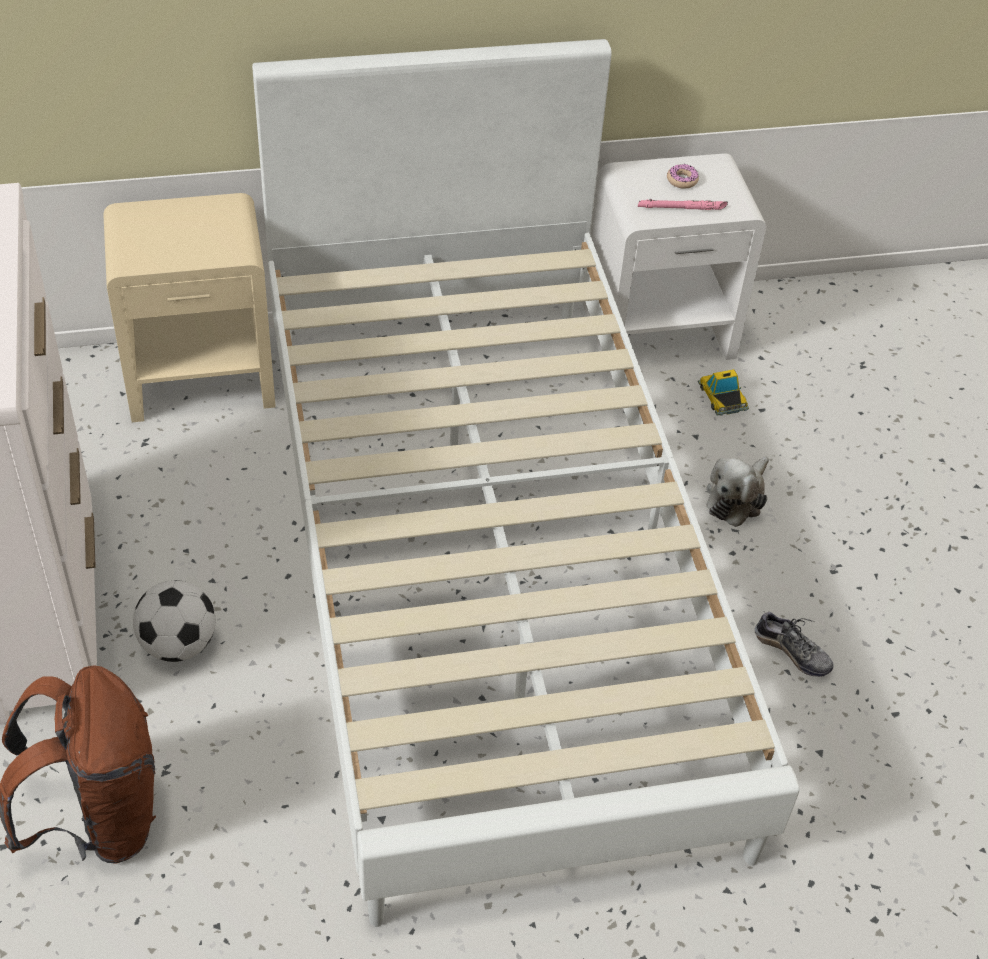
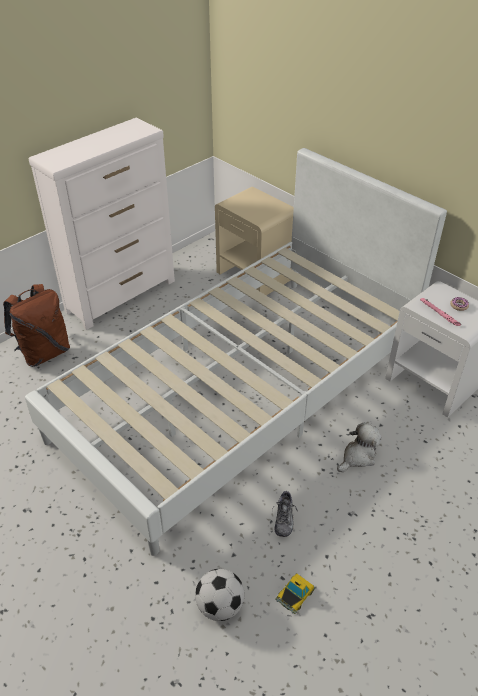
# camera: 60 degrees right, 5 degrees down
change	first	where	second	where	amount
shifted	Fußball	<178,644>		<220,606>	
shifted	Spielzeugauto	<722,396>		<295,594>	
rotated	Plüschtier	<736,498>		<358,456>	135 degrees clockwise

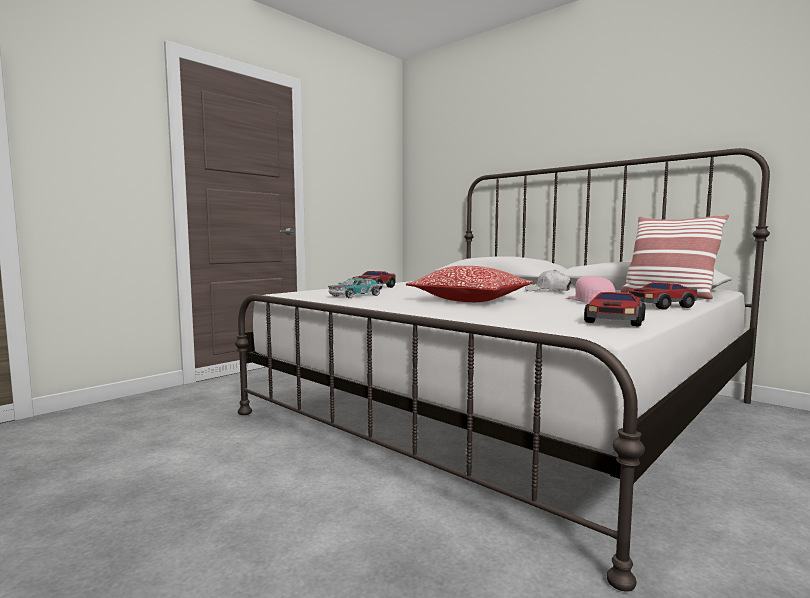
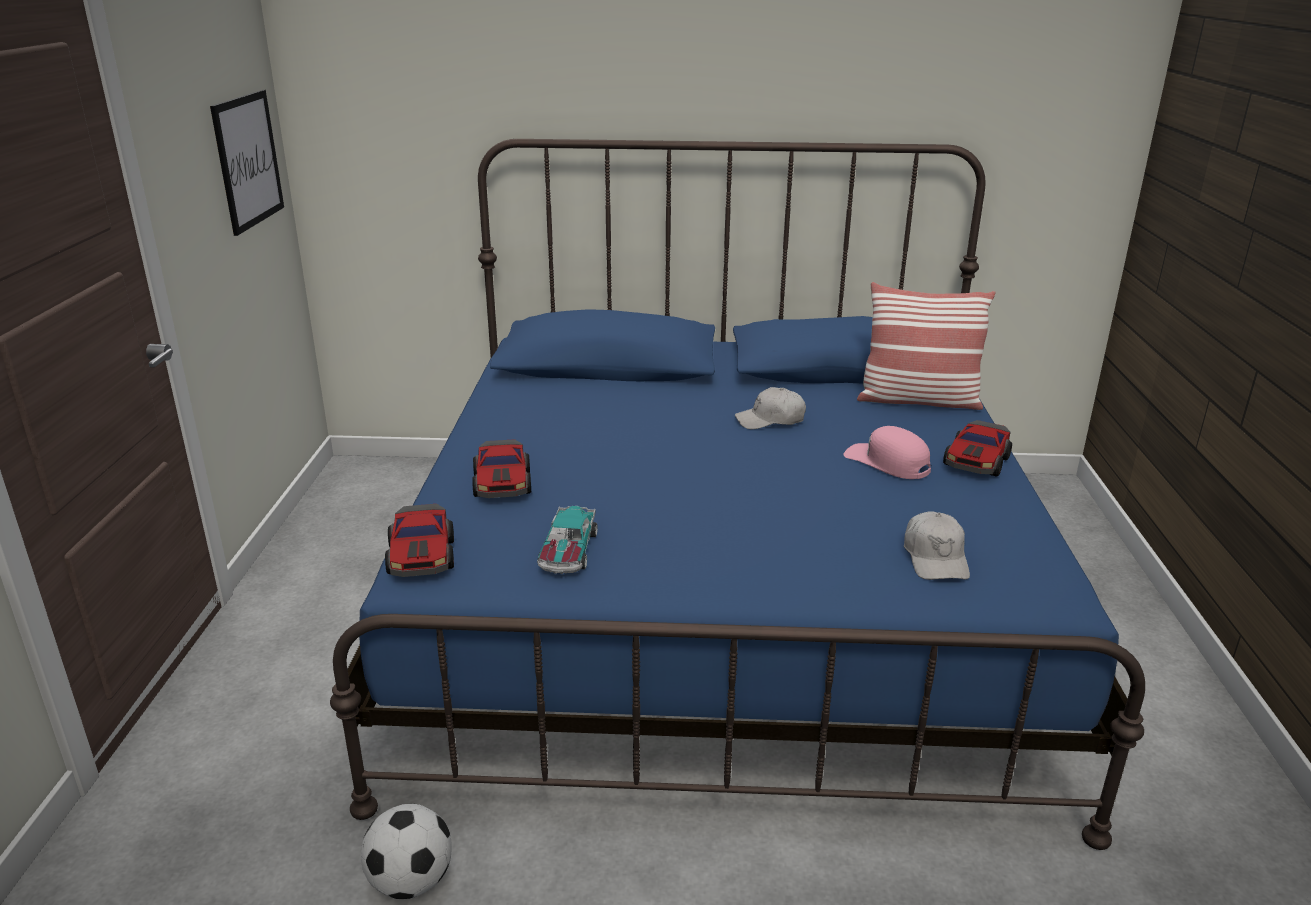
# camera: 40 degrees left, 20 degrees up
change	first	where	second	where	amount
gone	Kissen	<470,300>			
new			Bild	<248,160>	
new			Fußball	<410,881>	
new			Kappe [weiß]	<935,558>	
shifted	Spielzeugauto	<615,321>		<422,555>	
repainted	Bett [weiß]	<504,408>	Bett [blau]	<720,603>	

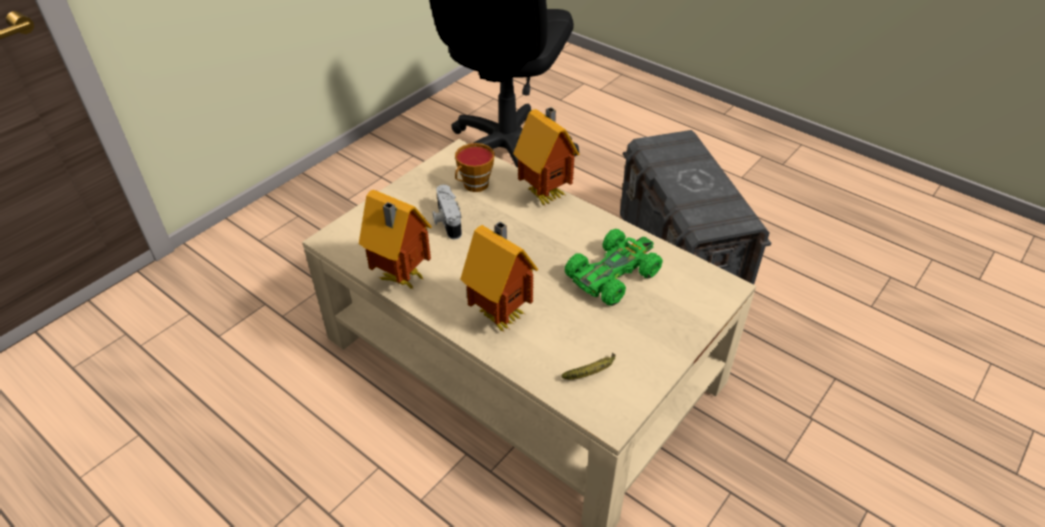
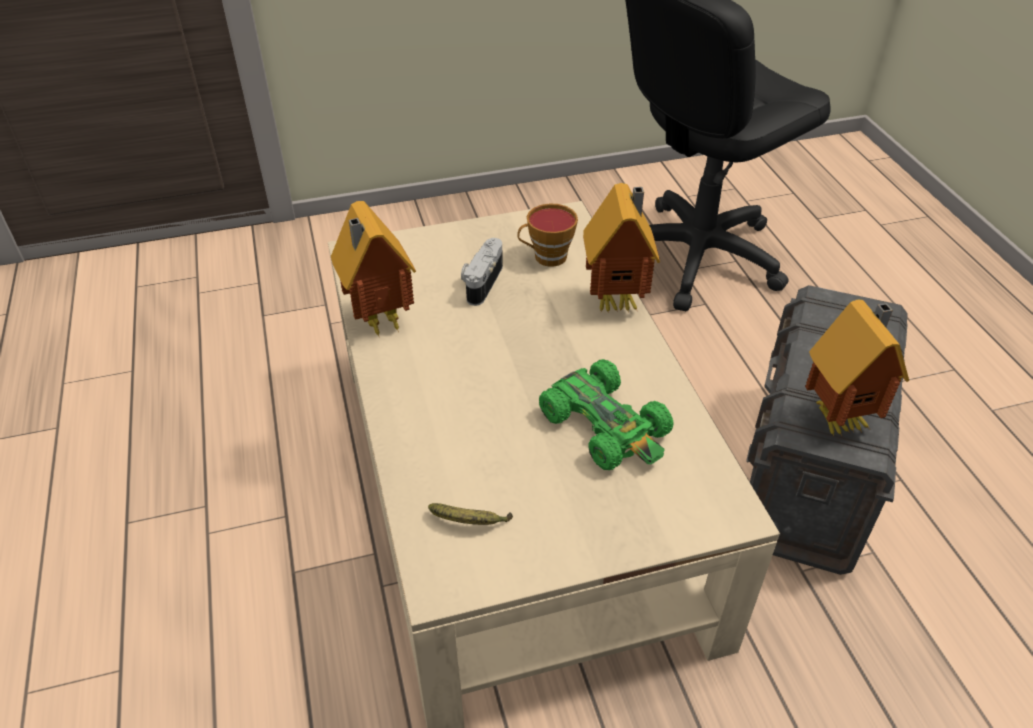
# camera: 35 degrees right, 0 degrees up
change	first	where	second	where	amount
shifted	Spielzeughaus	<502,315>		<841,418>	
rotated	Spielzeugauto [grün]	<613,274>		<606,426>	60 degrees clockwise

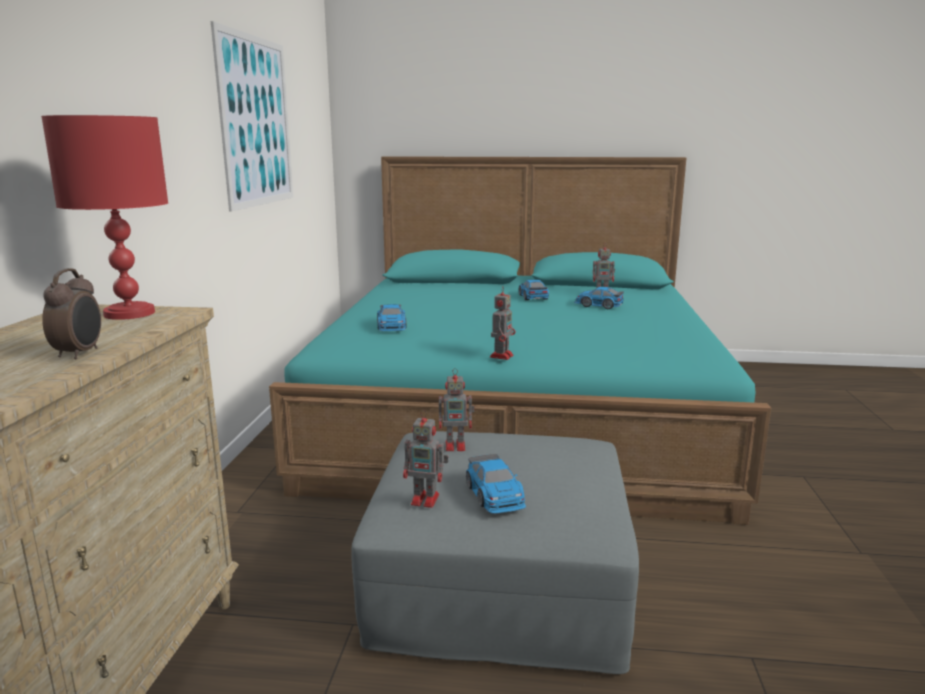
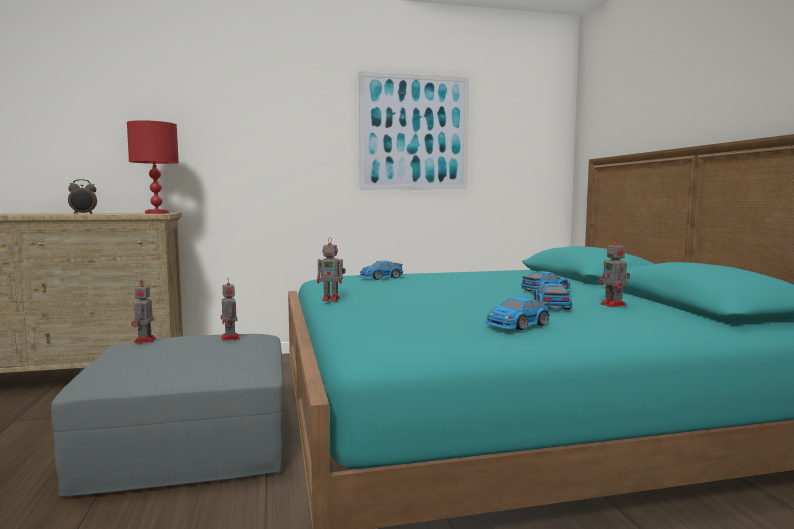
# camera: 70 degrees right, 10 degrees down
change	first	where	second	where	amount
shifted	Spielzeugauto	<494,495>		<517,325>	

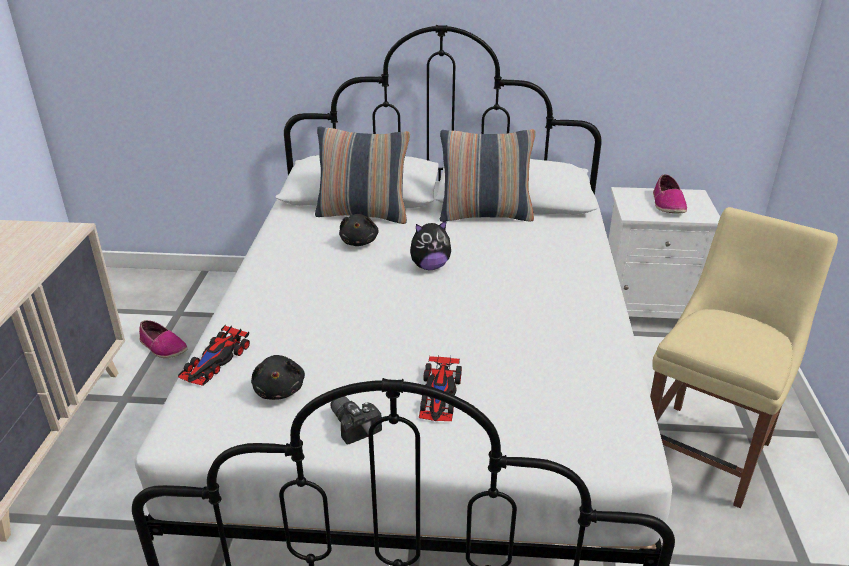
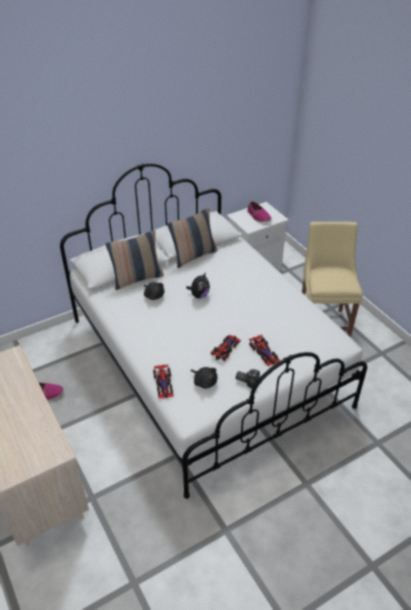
# camera: 35 degrees left, 10 degrees up
change	first	where	second	where	amount
new			Spielzeugauto	<226,348>	

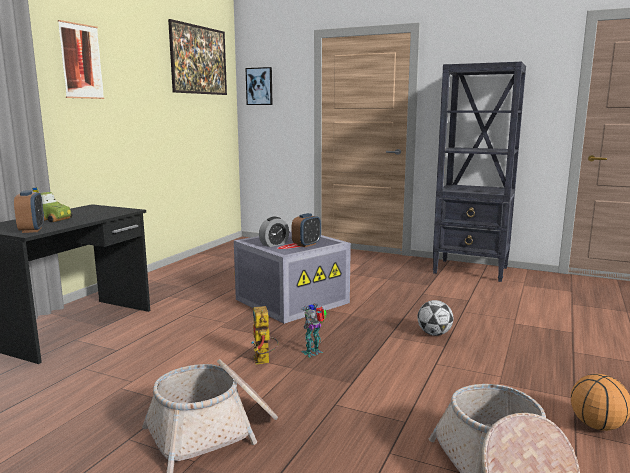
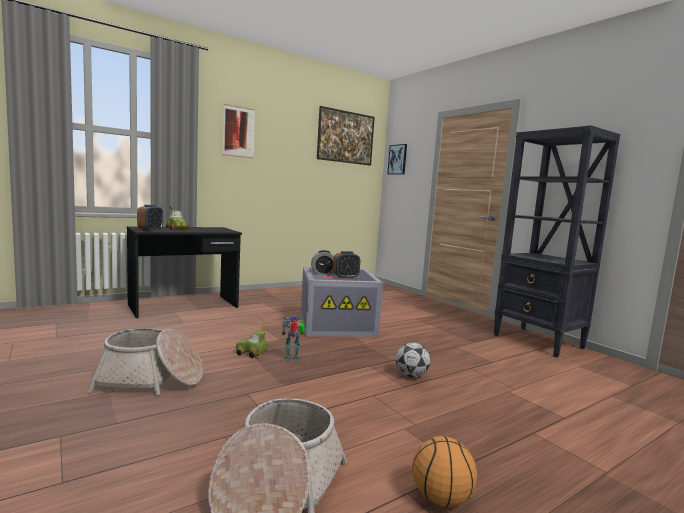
# camera: 30 degrees right, 5 degrees down
change	first	where	second	where	amount
swapped	Spielzeugroboter	<264,361>	Spielzeugauto	<251,353>	

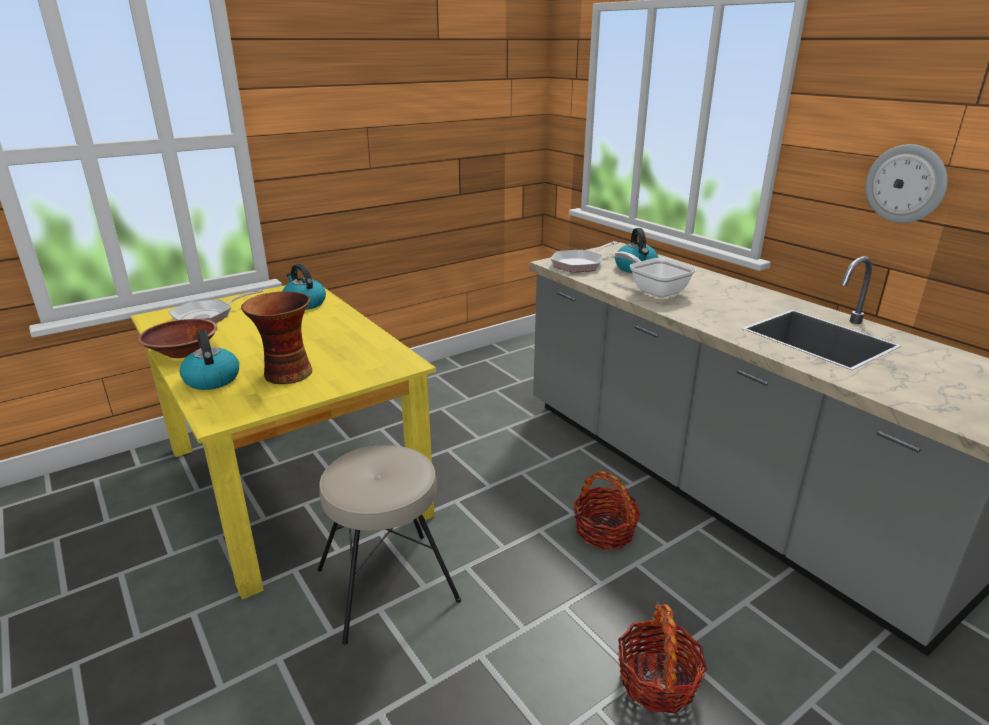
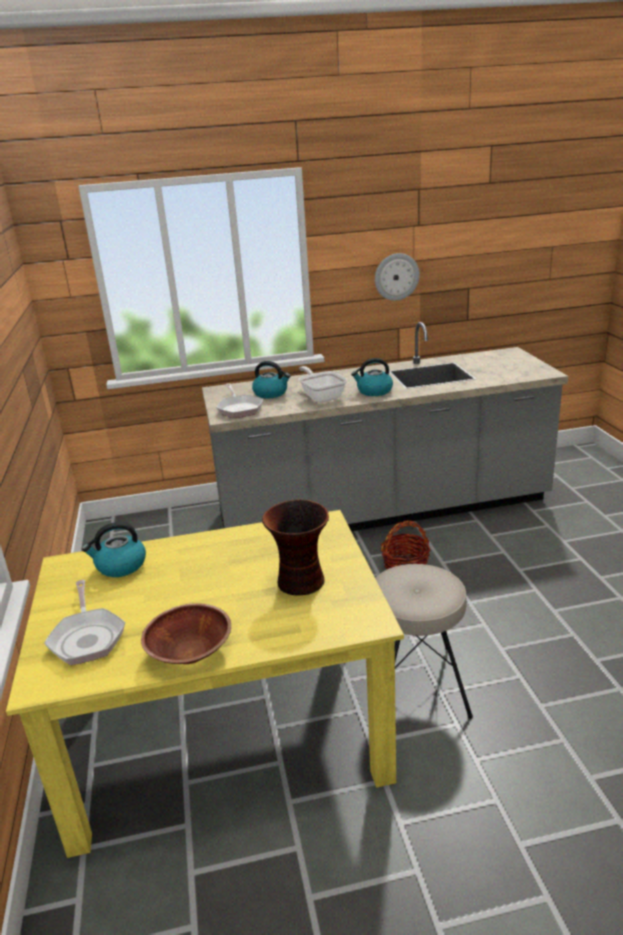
# camera: 65 degrees left, 0 degrees up
change	first	where	second	where	amount
gone	Korb	<657,681>			
shifted	Wasserkessel	<211,379>		<374,391>	
rotated	Pfanne	<654,290>		<321,396>	75 degrees clockwise

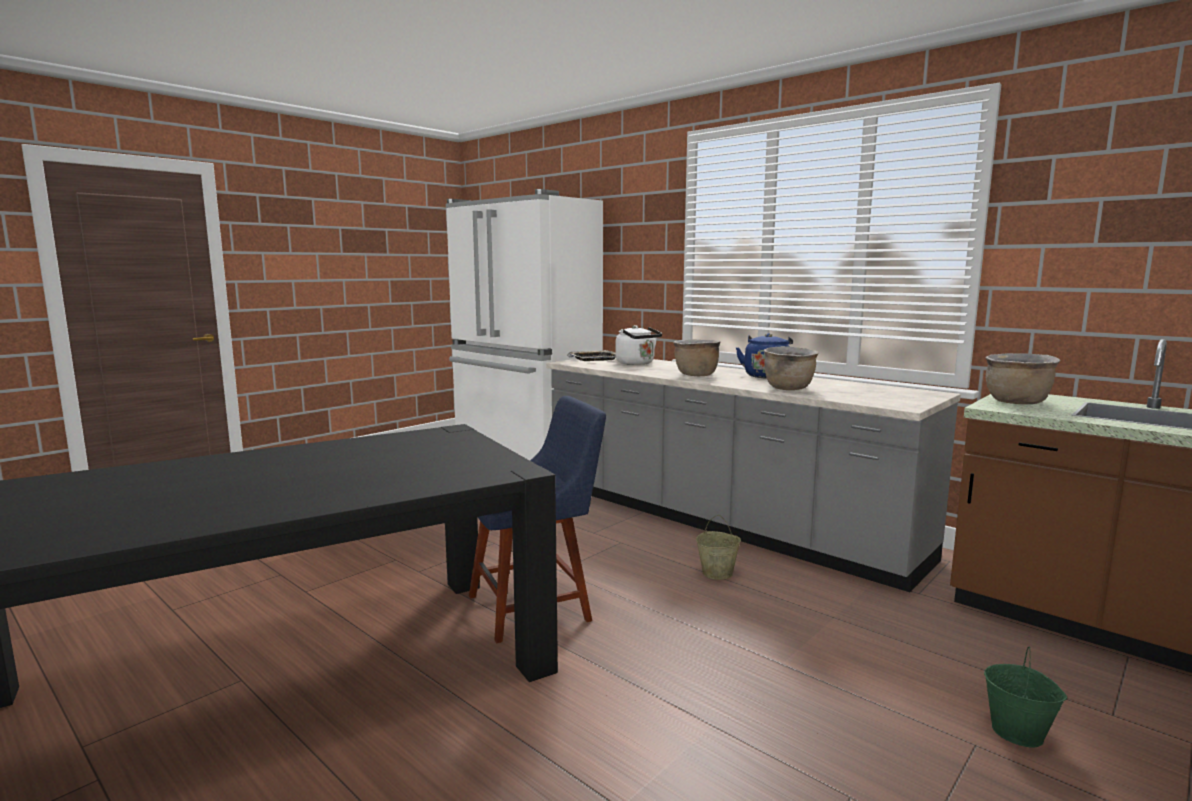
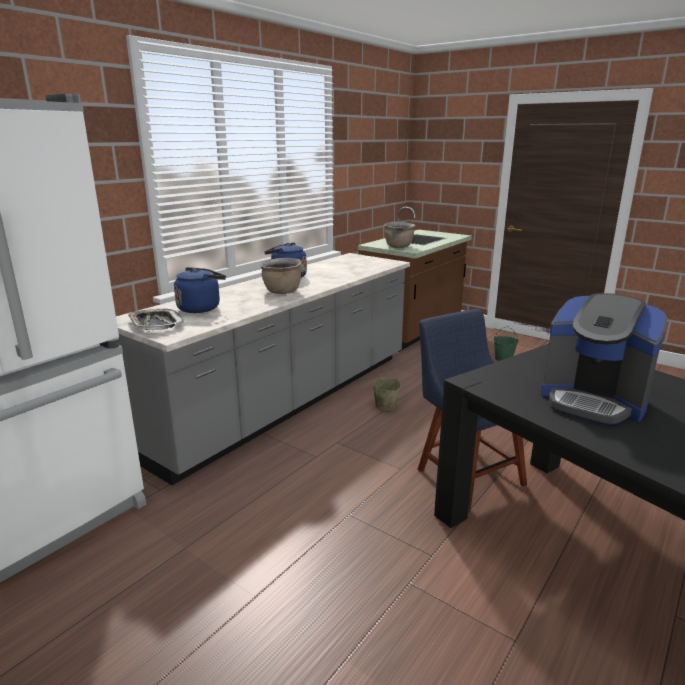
# camera: 95 degrees left, 10 degrees up
change	first	where	second	where	amount
gone	Kochtopf [braun]	<789,388>			
new			Kaffeemaschine	<593,400>	
repainted	Wasserkessel [weiß]	<637,363>	Wasserkessel [blau]	<201,308>	

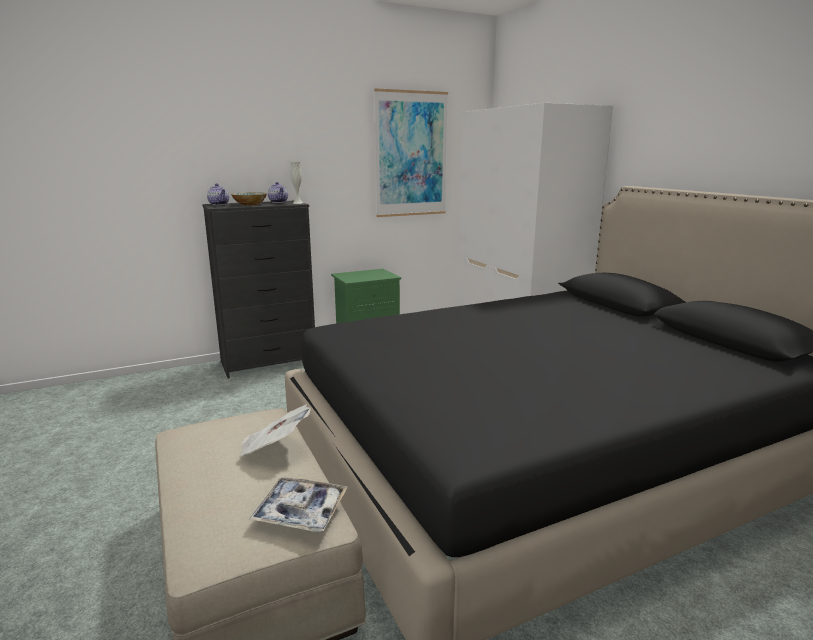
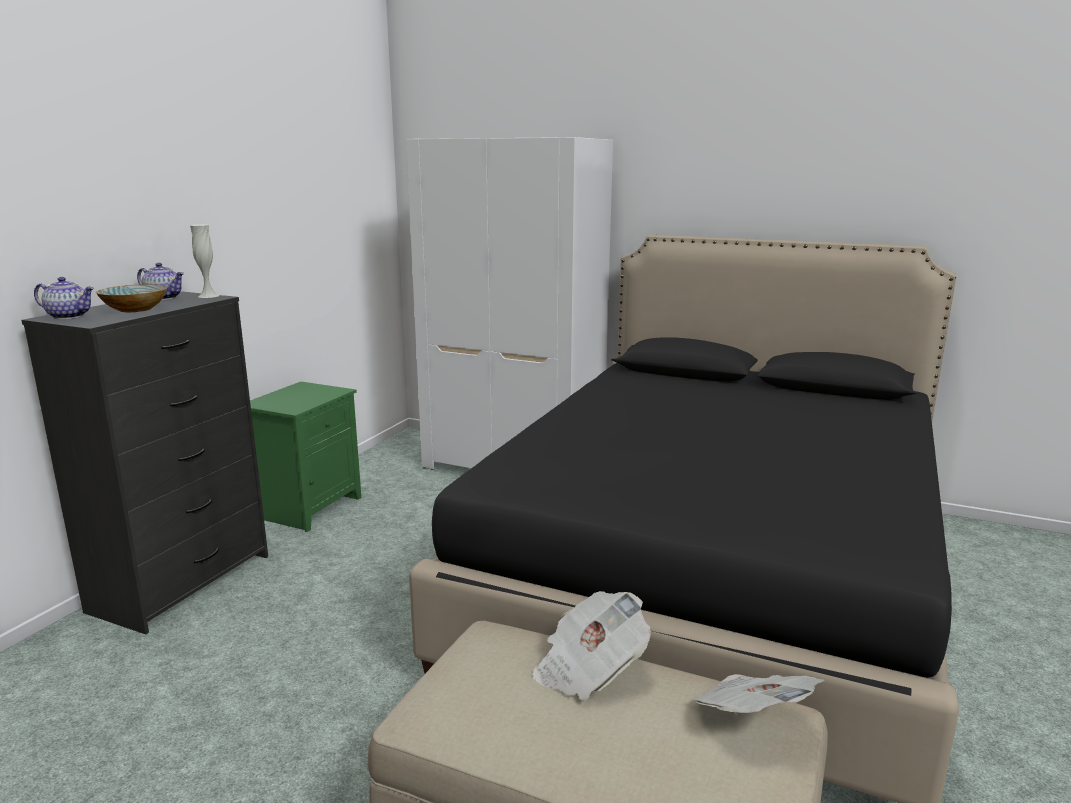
# camera: 40 degrees left, 0 degrees up
change	first	where	second	where	amount
gone	Bild	<411,154>			
swapped	Tablett	<300,511>	Zeitung	<752,717>	

